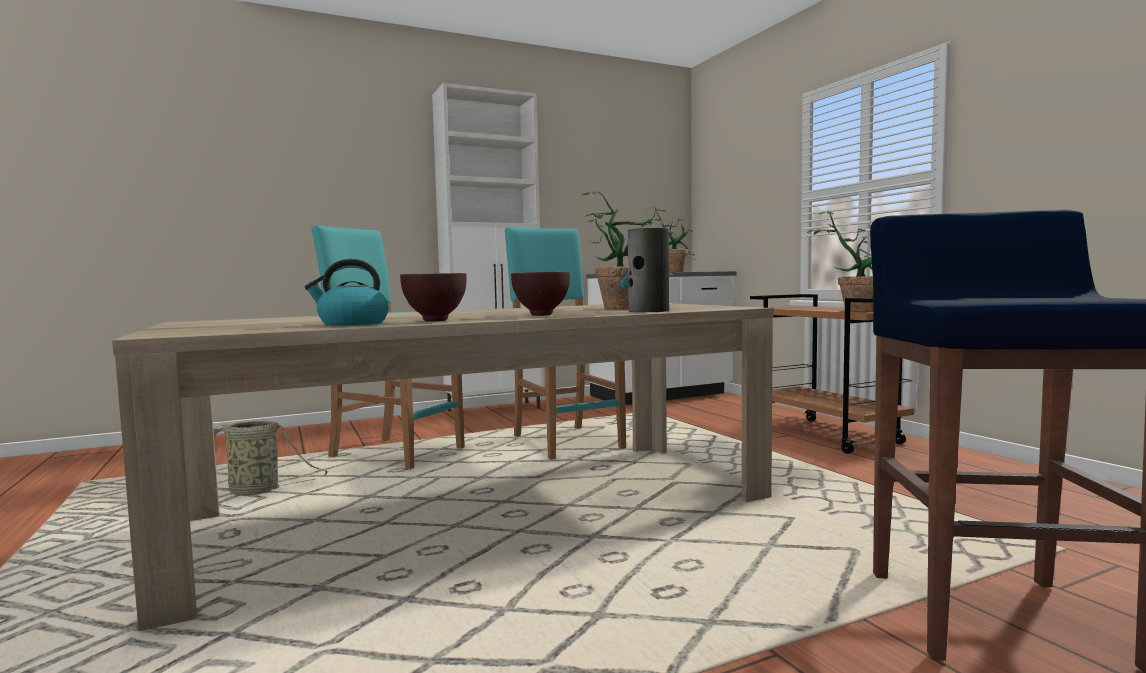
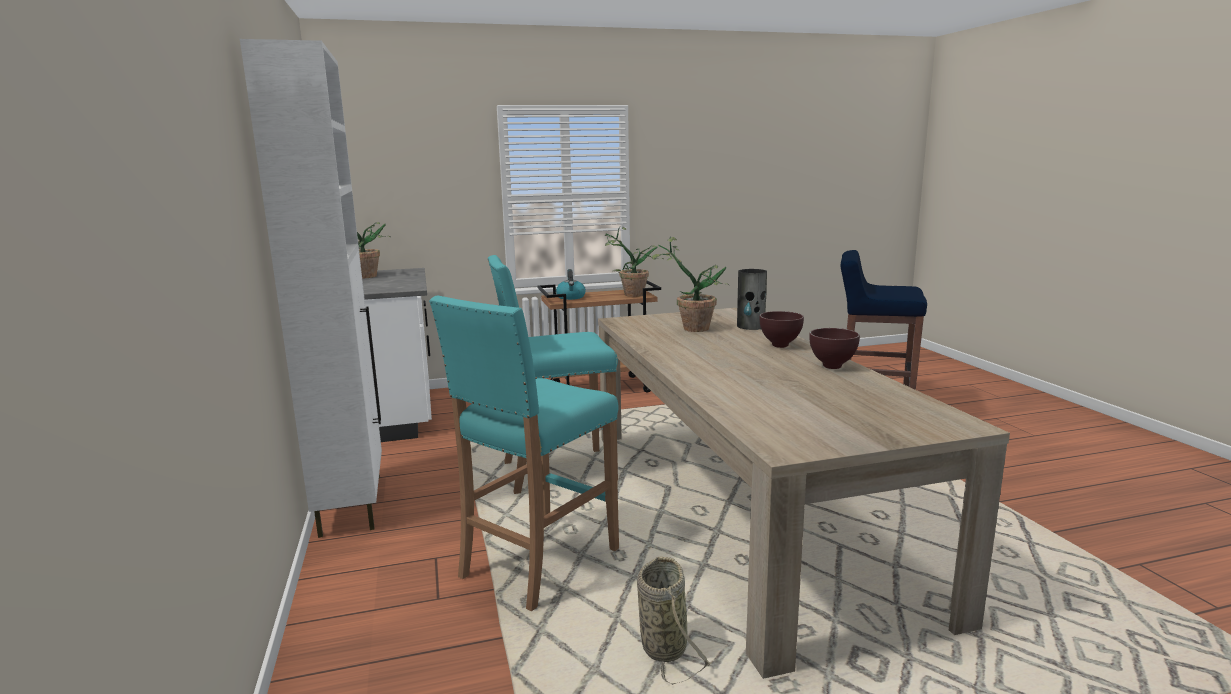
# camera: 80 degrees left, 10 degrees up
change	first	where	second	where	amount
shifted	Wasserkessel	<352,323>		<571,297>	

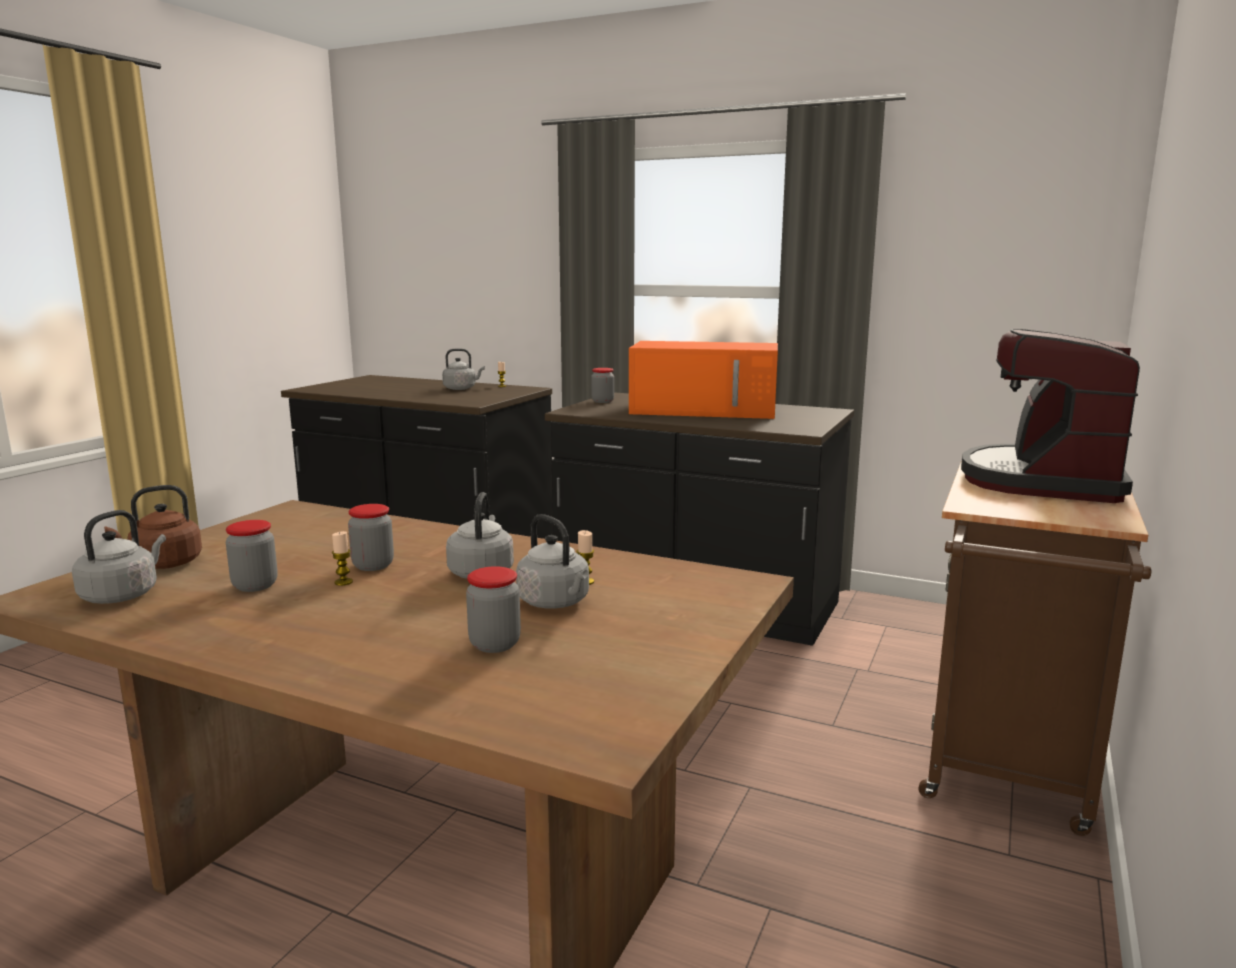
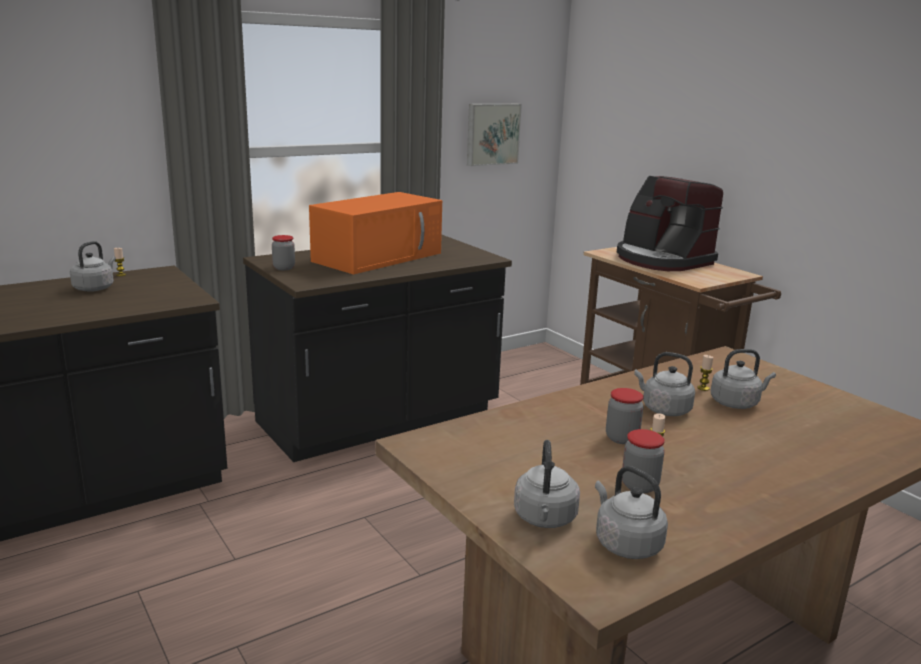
# camera: 60 degrees left, 5 degrees up
change	first	where	second	where	amount
gone	Vorratsglas	<495,644>			
new			Bild	<492,134>	
repainted	Wasserkessel [braun]	<163,564>	Wasserkessel [grau]	<545,519>	

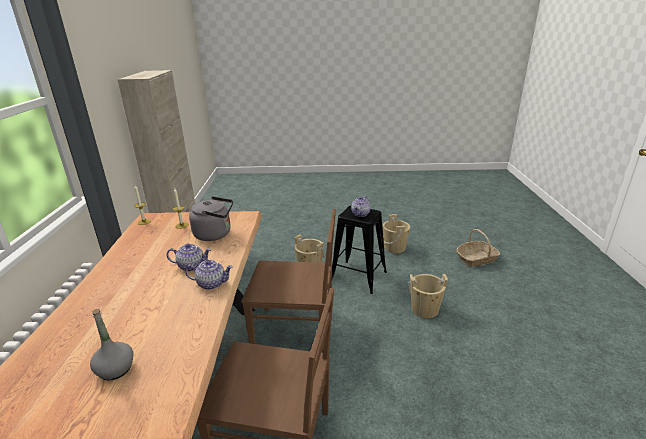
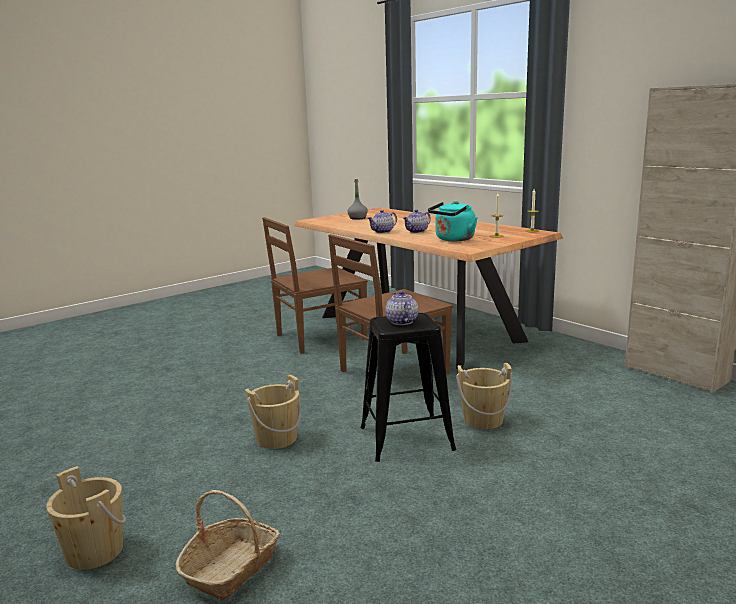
# camera: 140 degrees right, 10 degrees down
change	first	where	second	where	amount
shifted	Eimer [beige]	<394,248>		<95,551>	
repainted	Wasserkessel [grau]	<215,234>	Wasserkessel [türkis]	<453,239>	

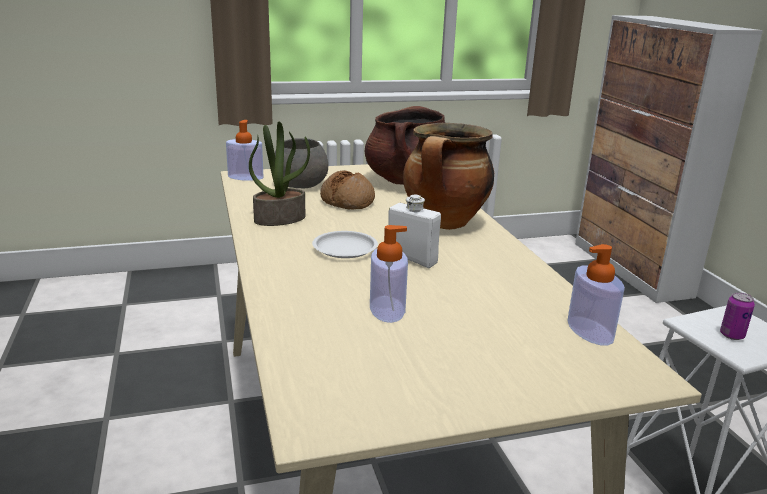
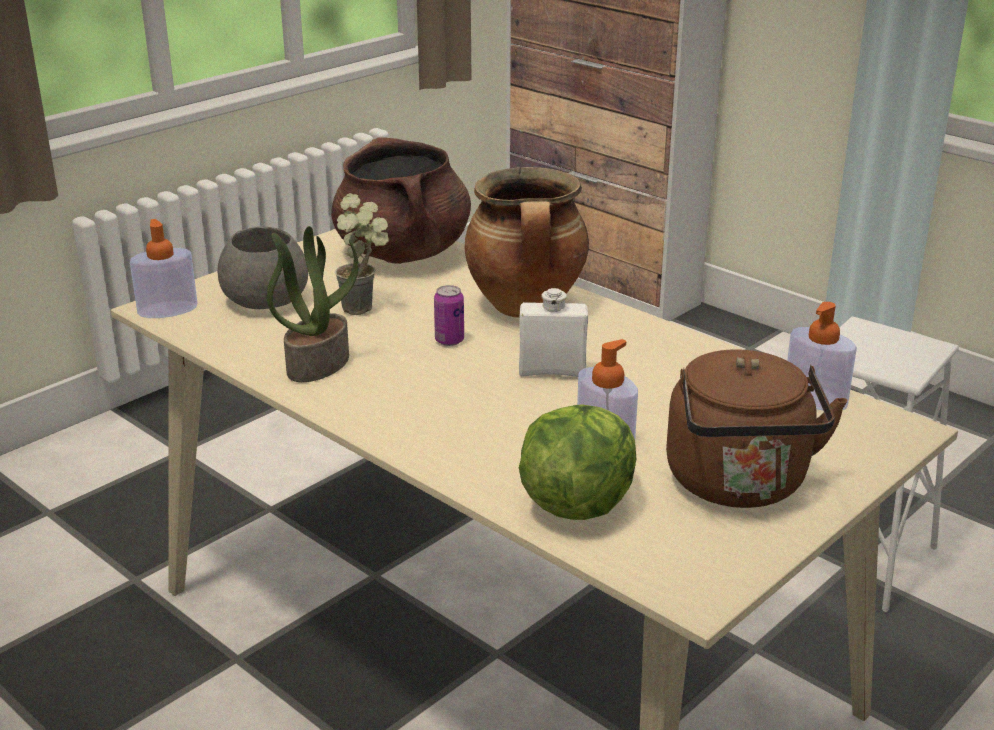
# camera: 30 degrees left, 5 degrees up
change	first	where	second	where	amount
gone	Teller [weiß]	<345,248>			
new			Salatkopf	<576,503>	
new			Wasserkessel [braun]	<739,485>	
shifted	Dose	<732,335>		<449,340>	
swapped	Brot	<348,201>	Topfpflanze	<367,309>	

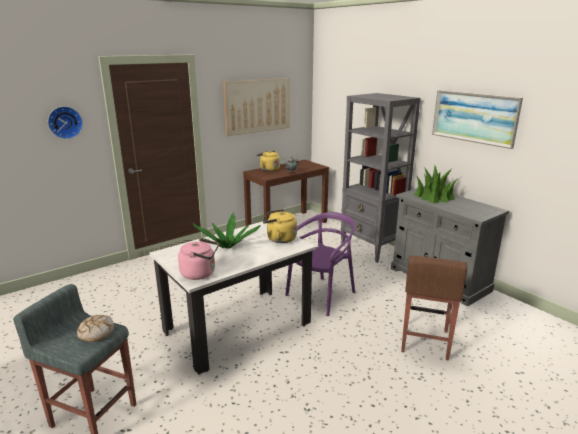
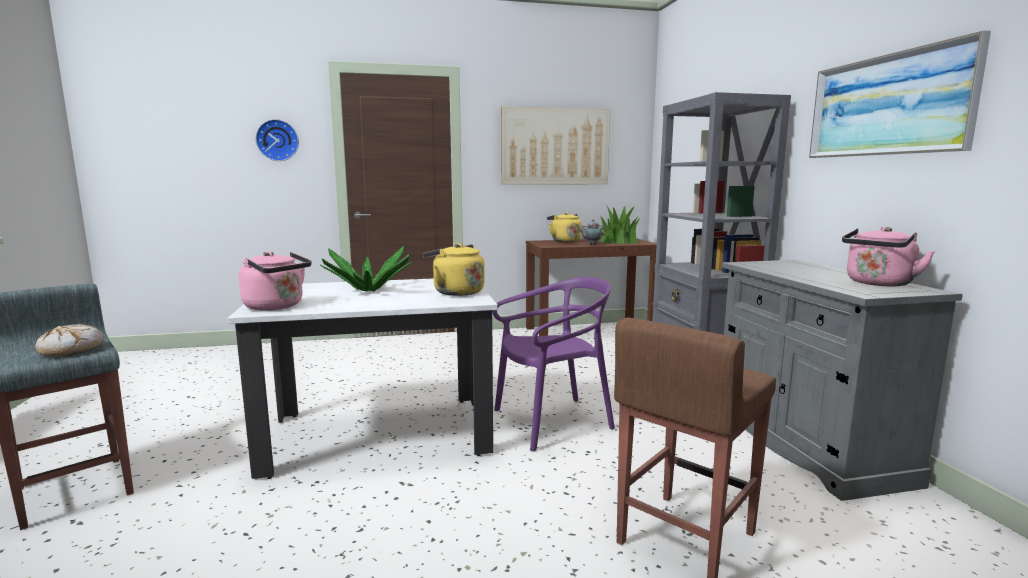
# camera: 25 degrees right, 10 degrees down
change	first	where	second	where	amount
new			Wasserkessel [rosa]	<878,284>	
shifted	Topfpflanze	<434,197>		<618,241>	

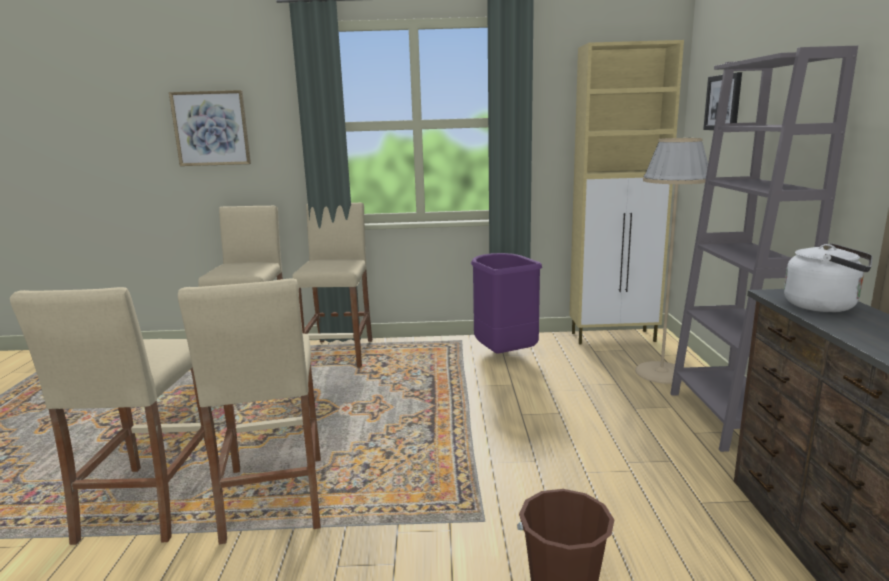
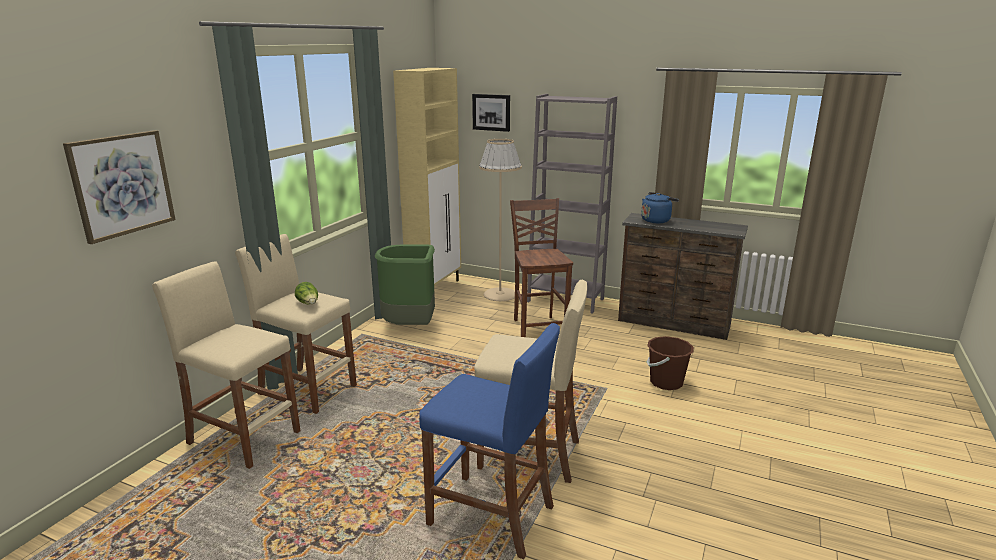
# camera: 65 degrees left, 5 degrees up
change	first	where	second	where	amount
new			Salatkopf	<308,303>	
new			Stuhl [braun]	<538,328>	
repainted	Hocker [beige]	<150,503>	Hocker [blau]	<491,515>	
repainted	Mülleimer [lila]	<503,354>	Mülleimer [grün]	<410,327>	
repainted	Wasserkessel [weiß]	<824,306>	Wasserkessel [blau]	<657,220>	

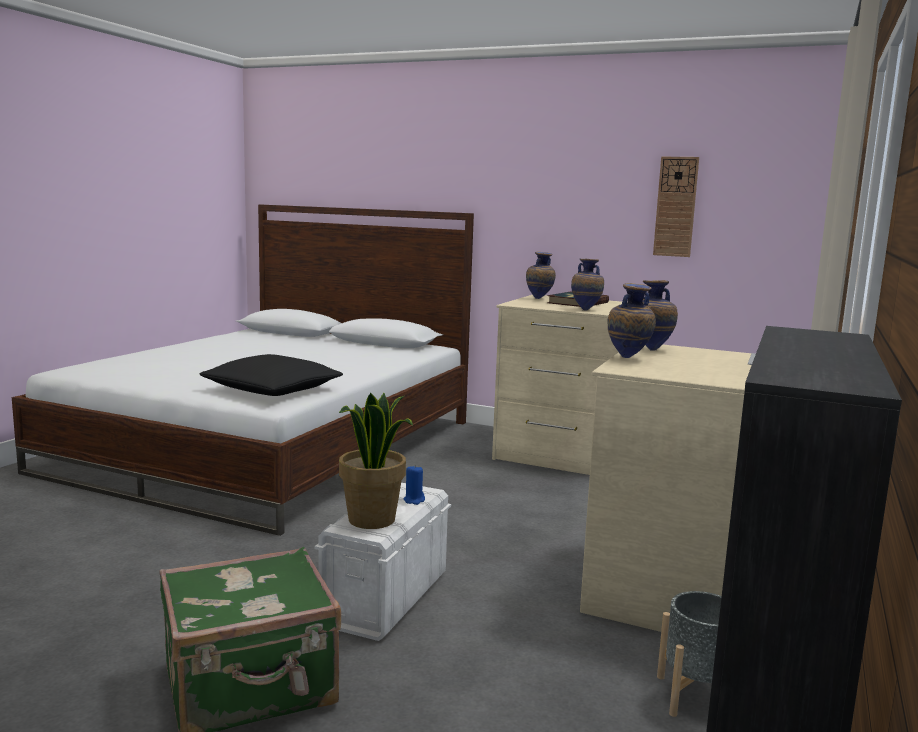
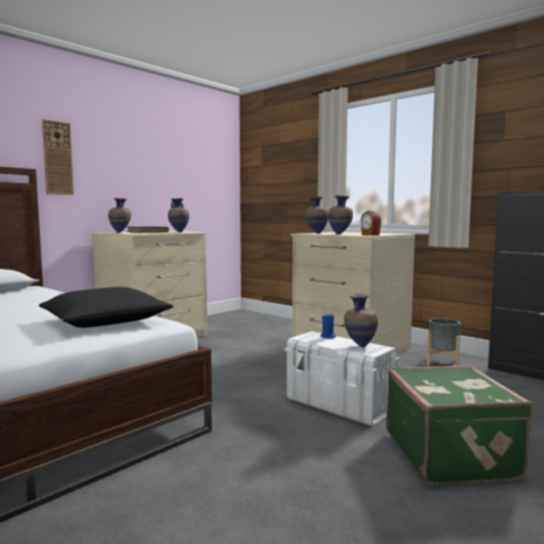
# camera: 70 degrees left, 5 degrees down
change	first	where	second	where	amount
new			Wecker	<370,235>	
shifted	Wanduhr	<675,207>		<57,158>	
swapped	Topfpflanze	<372,520>	Vase	<359,346>	

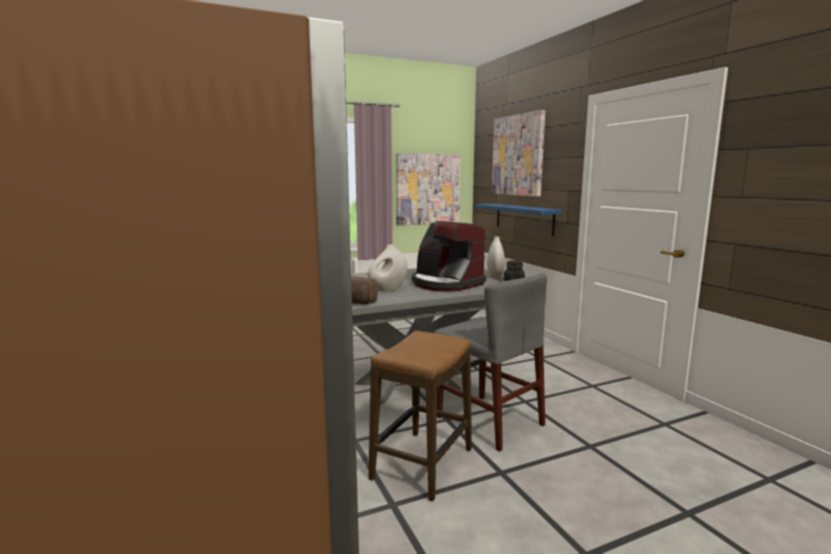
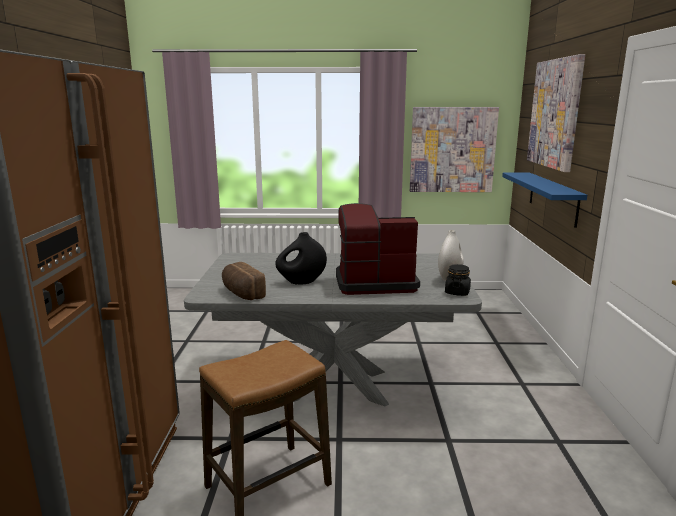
# camera: 25 degrees right, 5 degrees up
change	first	where	second	where	amount
gone	Stuhl [grau]	<489,421>			
repainted	Vase [weiß]	<388,289>	Vase [schwarz]	<301,282>	
rotated	Kaffeemaschine	<446,284>		<373,283>	105 degrees clockwise

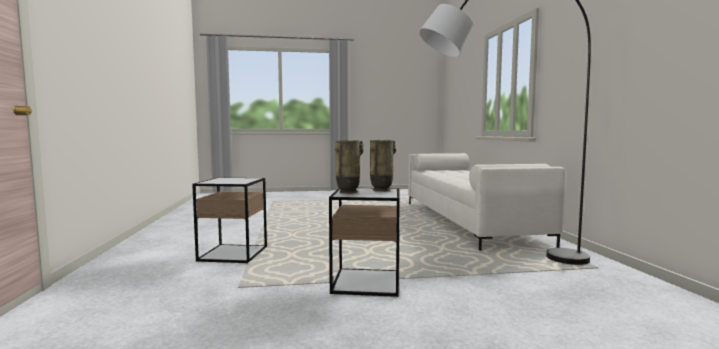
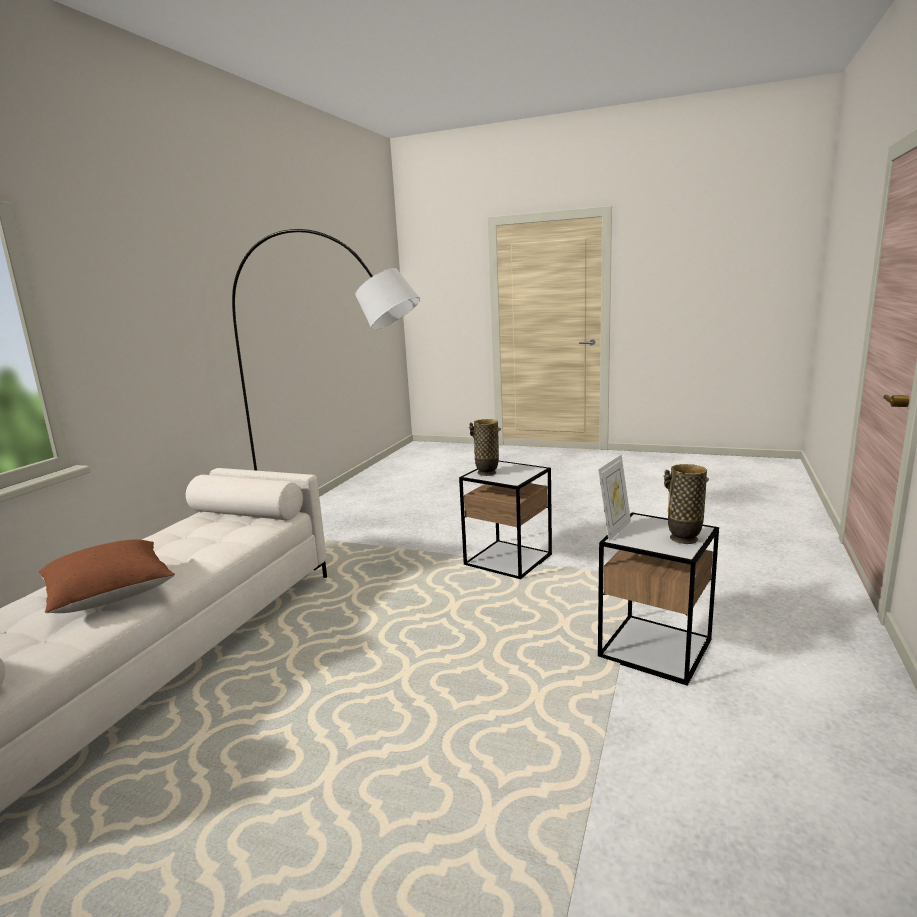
# camera: 150 degrees left, 10 degrees up
change	first	where	second	where	amount
new			Kissen [braun]	<110,595>	
new			Bilderrahmen	<614,529>	
shifted	Vase	<348,192>		<683,539>	

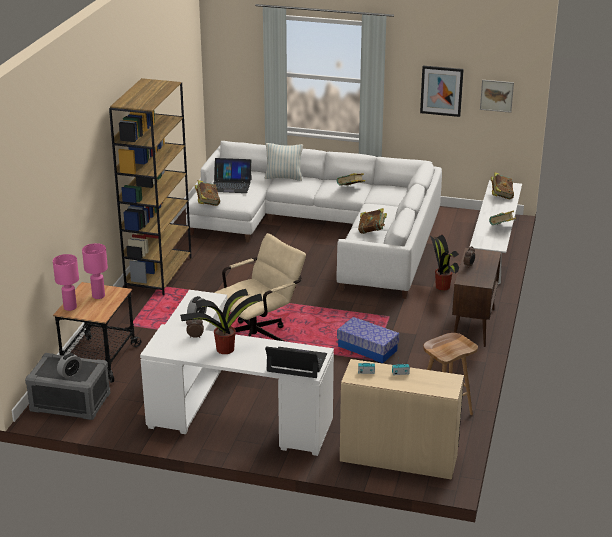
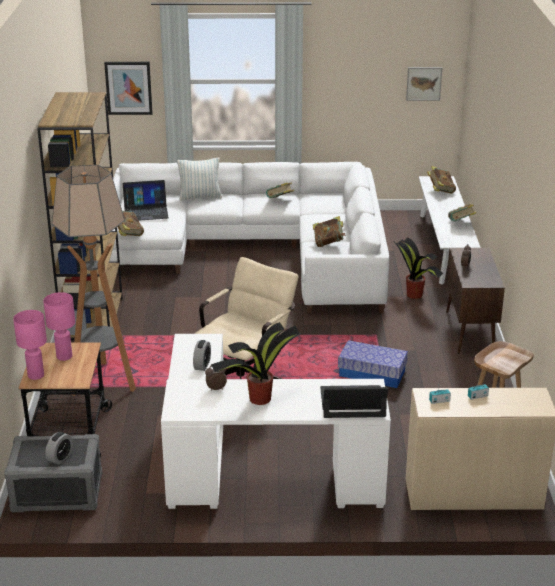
# camera: 15 degrees left, 0 degrees up
change	first	where	second	where	amount
new			Stehlampe	<103,382>	
shifted	Bild	<441,90>		<128,88>	

